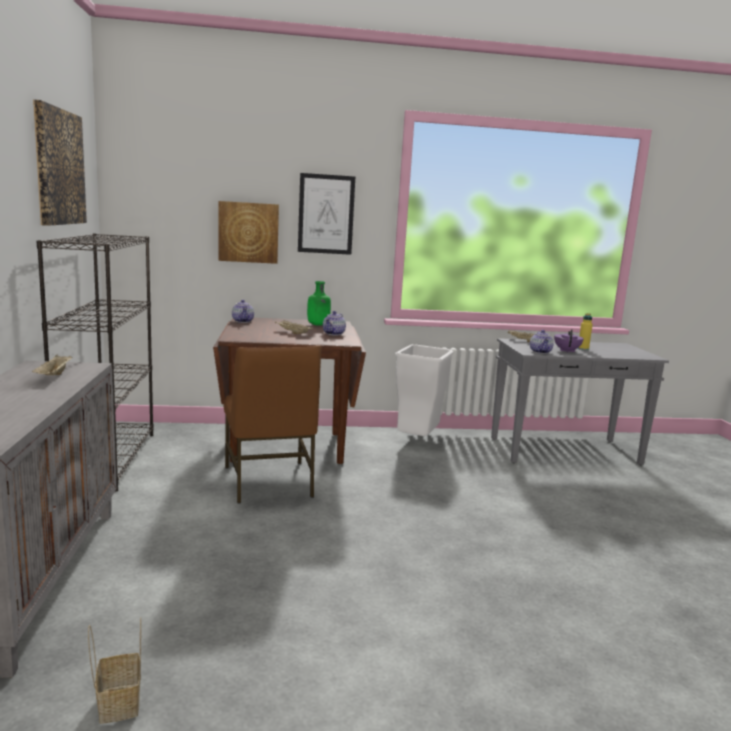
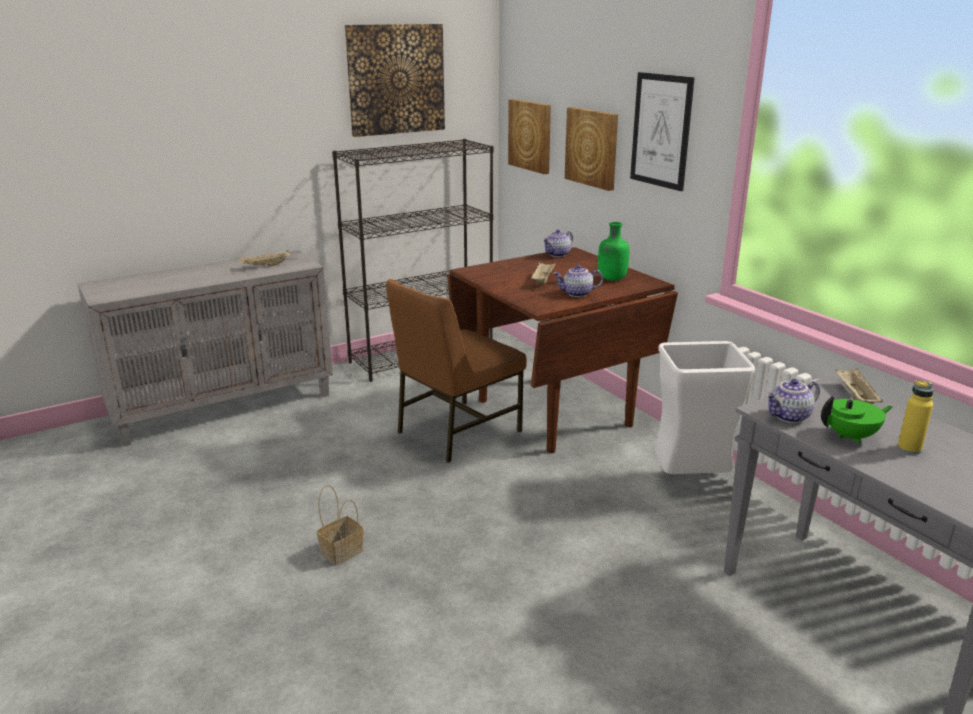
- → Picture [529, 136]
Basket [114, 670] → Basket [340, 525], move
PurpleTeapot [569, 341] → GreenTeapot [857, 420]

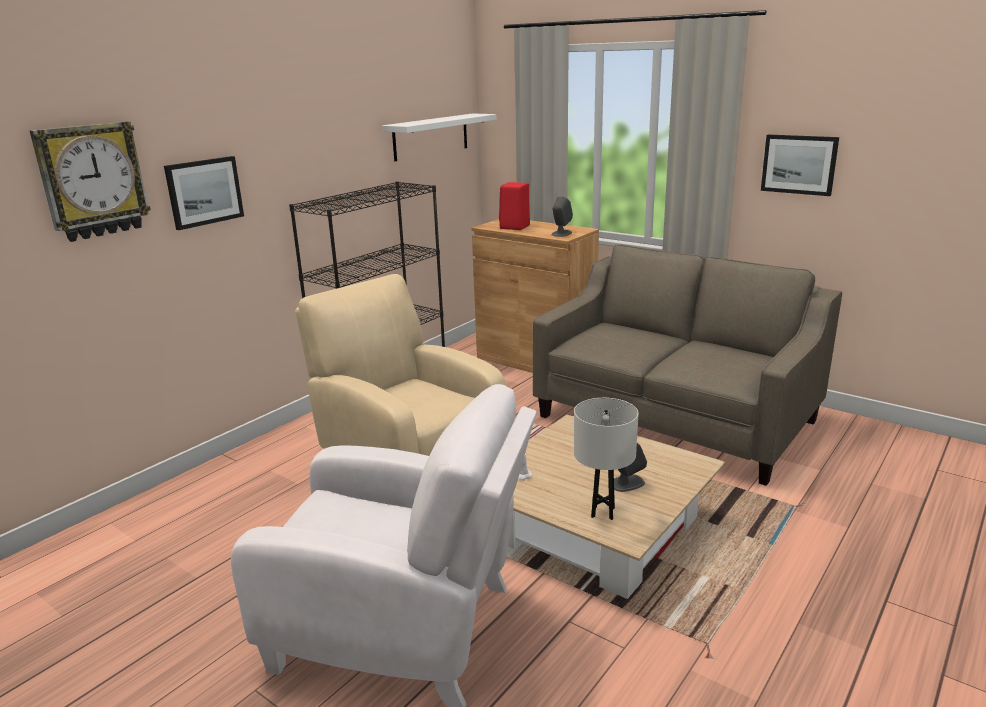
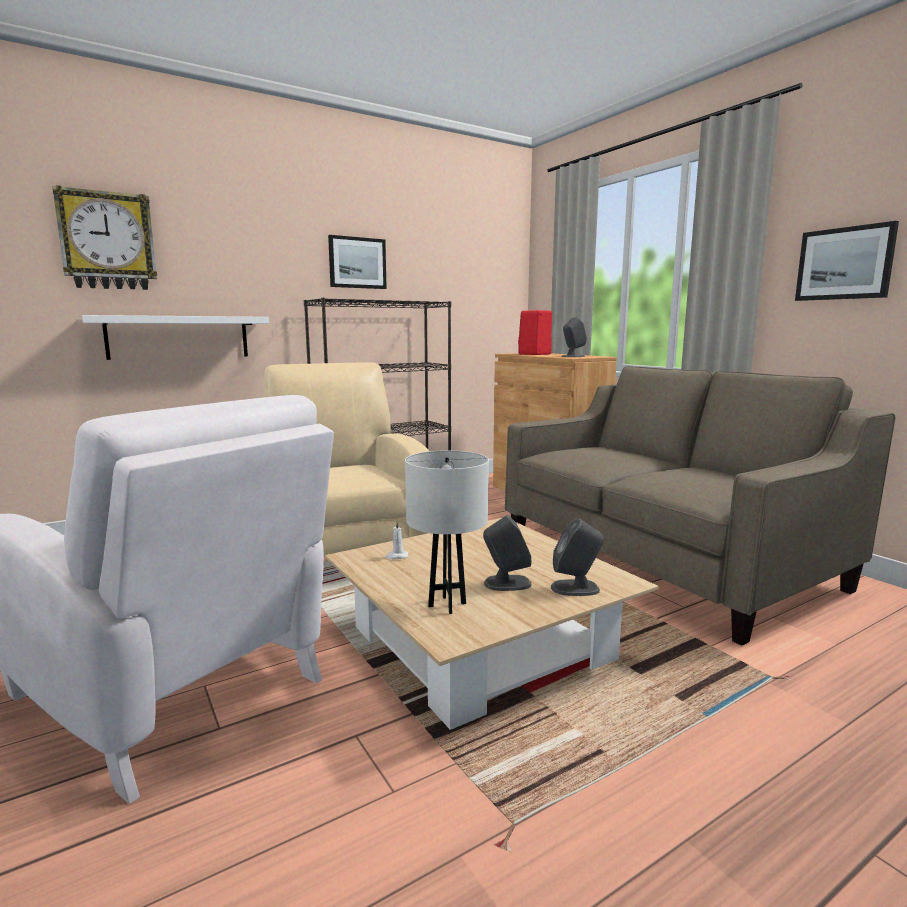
- → GreySpeaker [577, 557]
Picture [204, 193] → Picture [357, 262], move
WhiteShelf [439, 137] → WhiteShelf [175, 337], move

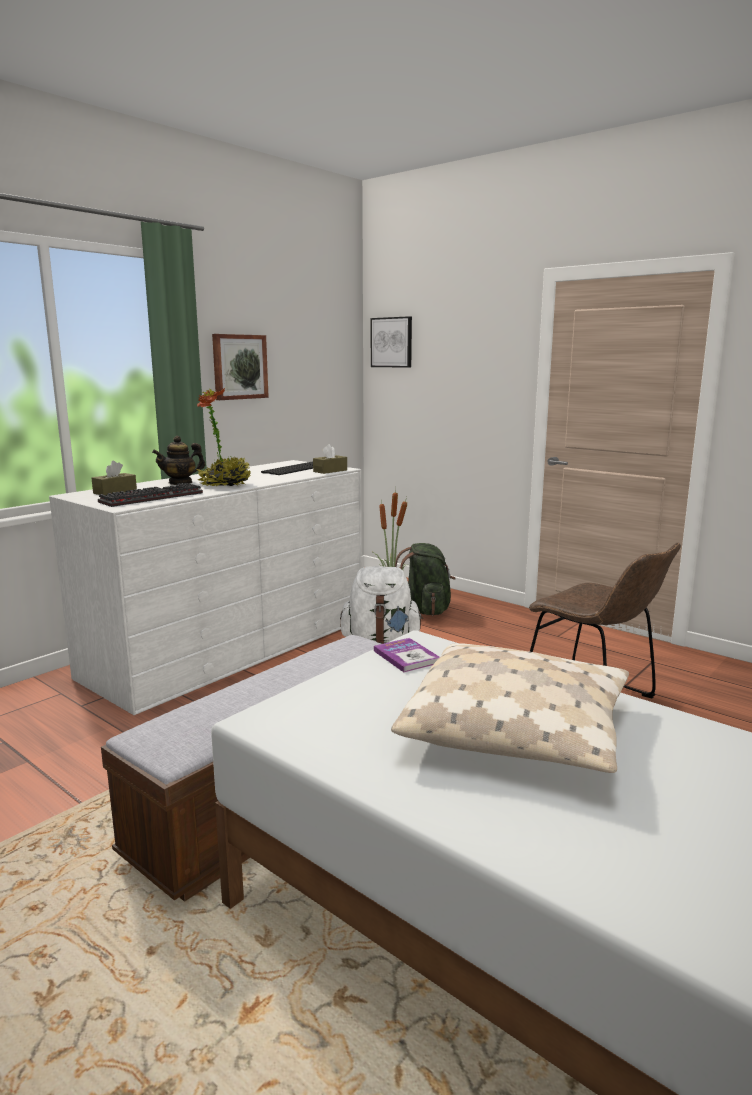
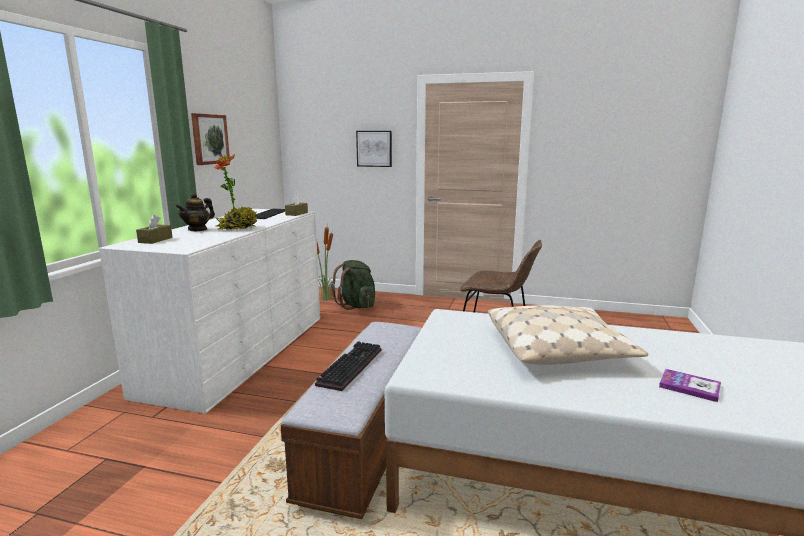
WhiteBackpack [381, 605] → -
Keyboard [150, 495] → Keyboard [348, 366], move
Picture [391, 342] → Picture [374, 149], move
Book [407, 655] → Book [690, 385], move

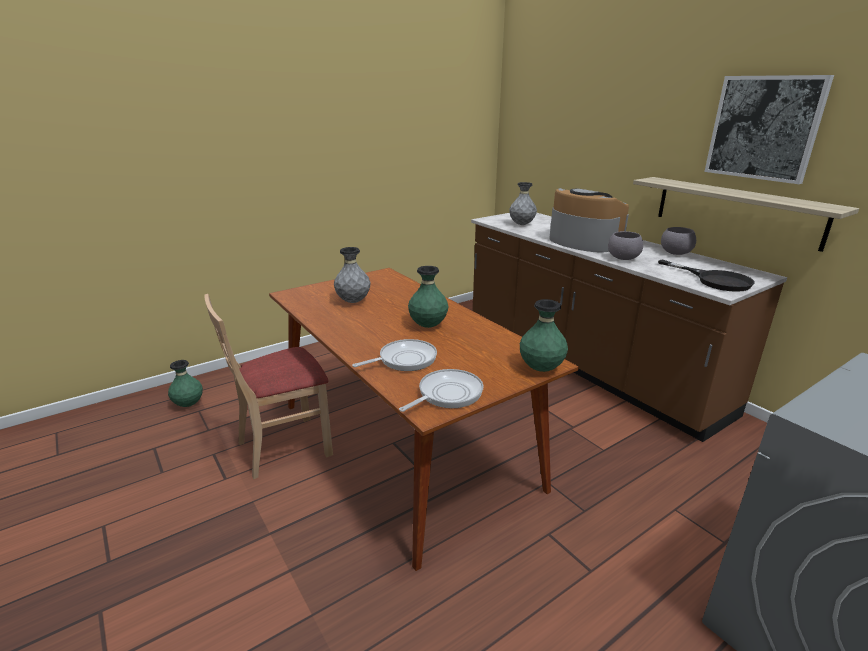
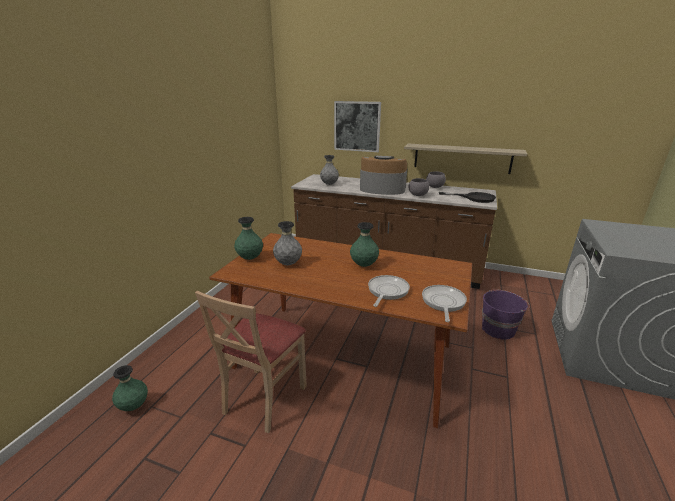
- → PurpleBucket [506, 314]
GreenVase [544, 335] → GreenVase [248, 238], move
Picture [769, 129] → Picture [357, 126], move

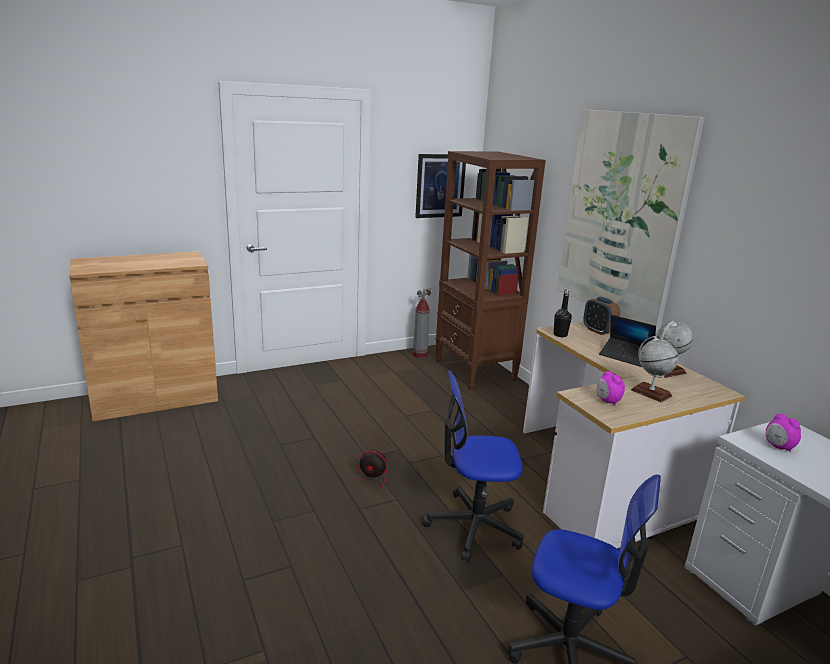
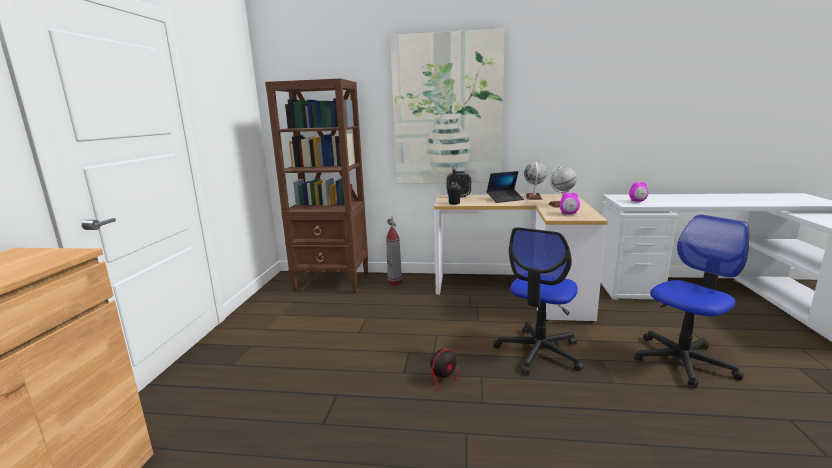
Picture [440, 186] → -
FireExtinguisher [422, 323] → FireExtinguisher [394, 251], move

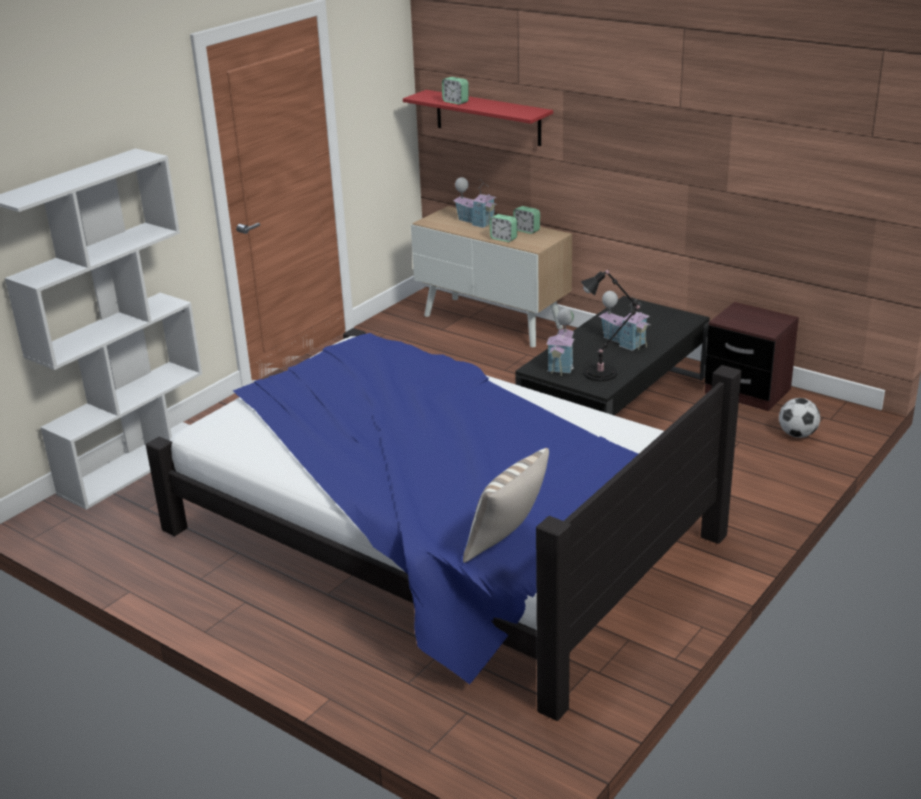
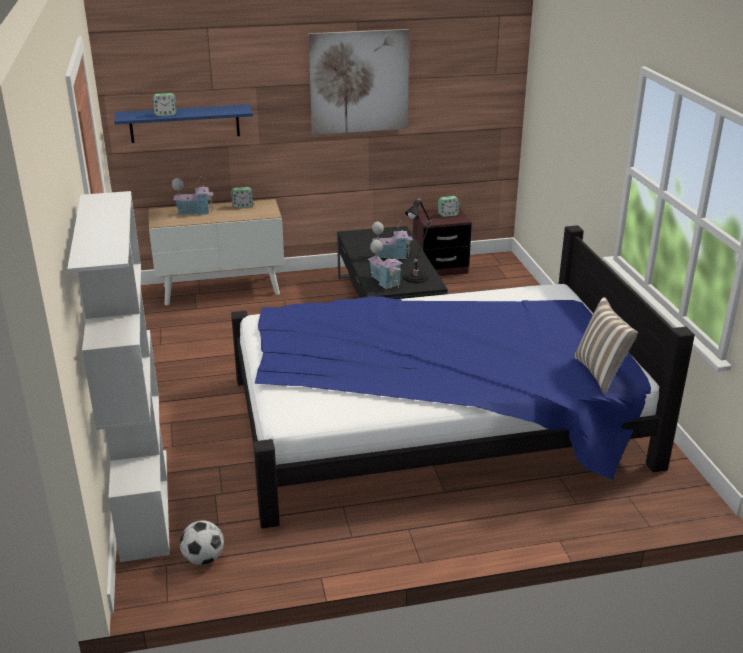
- → Picture [359, 82]
AlarmClock [503, 228] → AlarmClock [448, 206], move
Football [799, 418] → Football [202, 542], move
RedShelf [478, 118] → BlueShelf [183, 123]

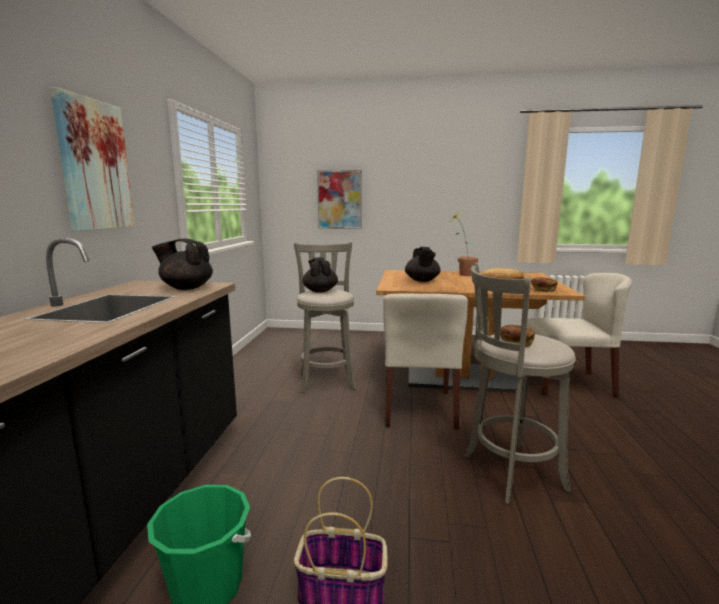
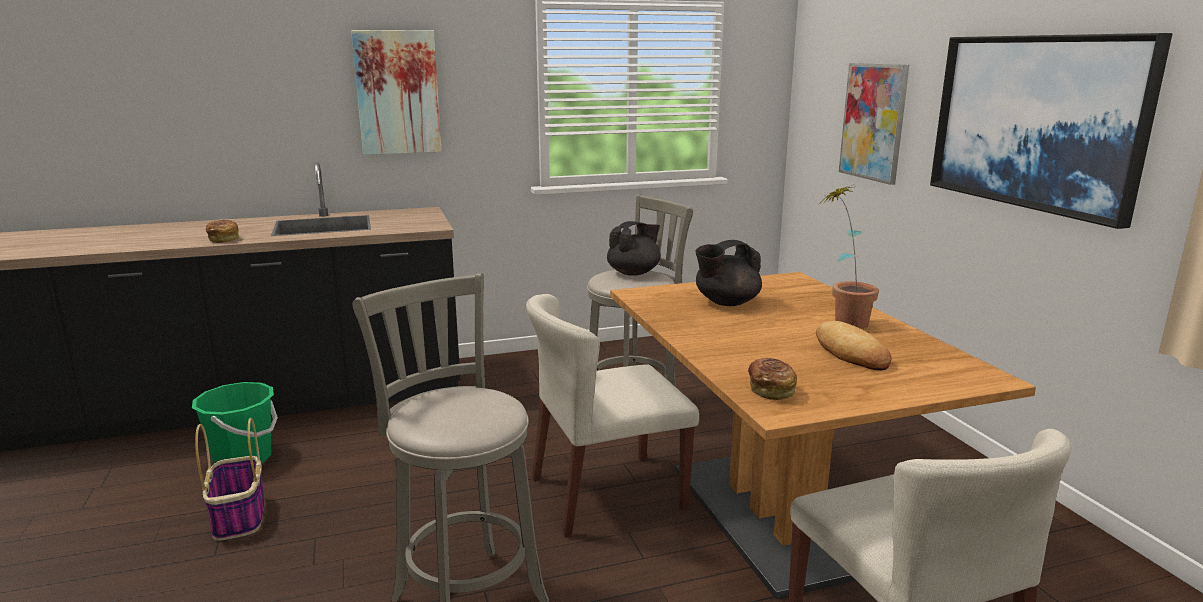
BlackTeapot [182, 264] → -
- → Picture [1051, 131]
Bread [517, 336] → Bread [223, 231], move

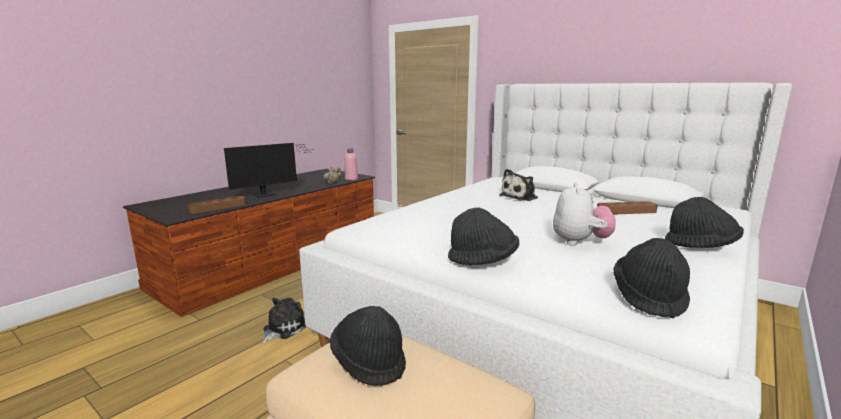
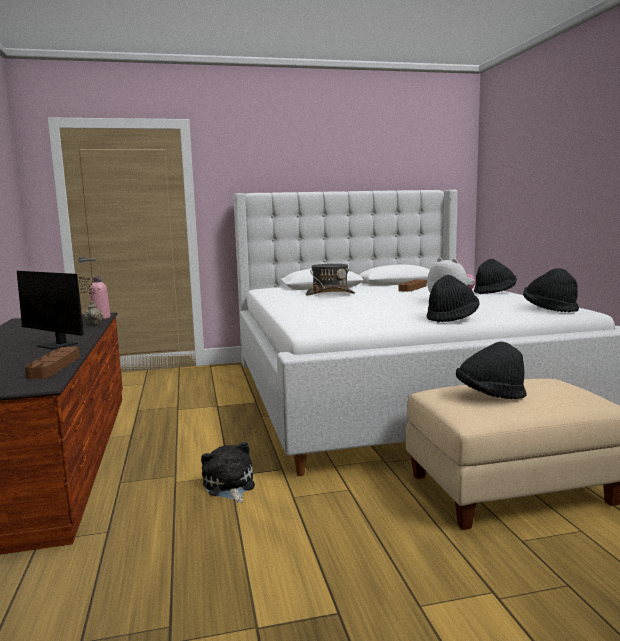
PlushToy [518, 185] → GreyHat [330, 280]
Monitor [267, 170] → Monitor [58, 310], 120 degrees clockwise

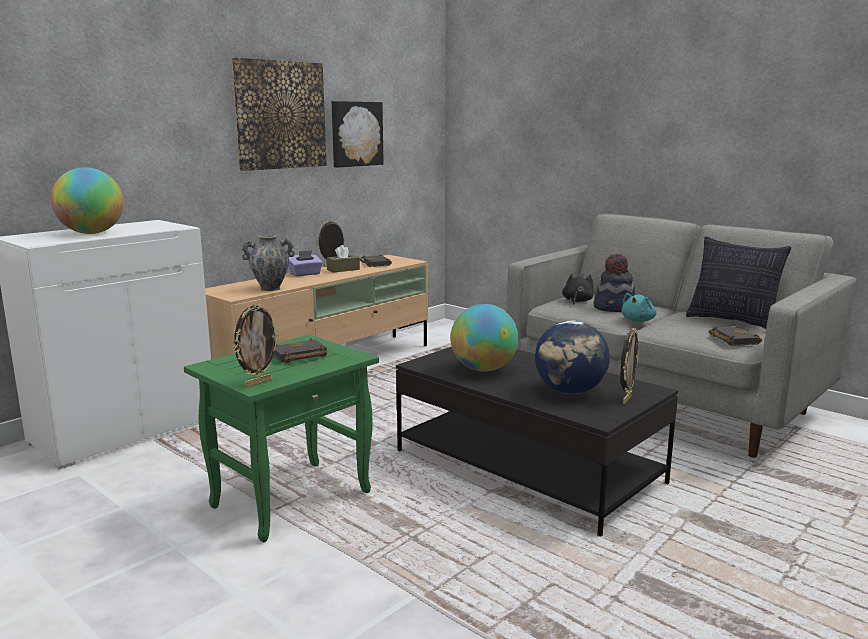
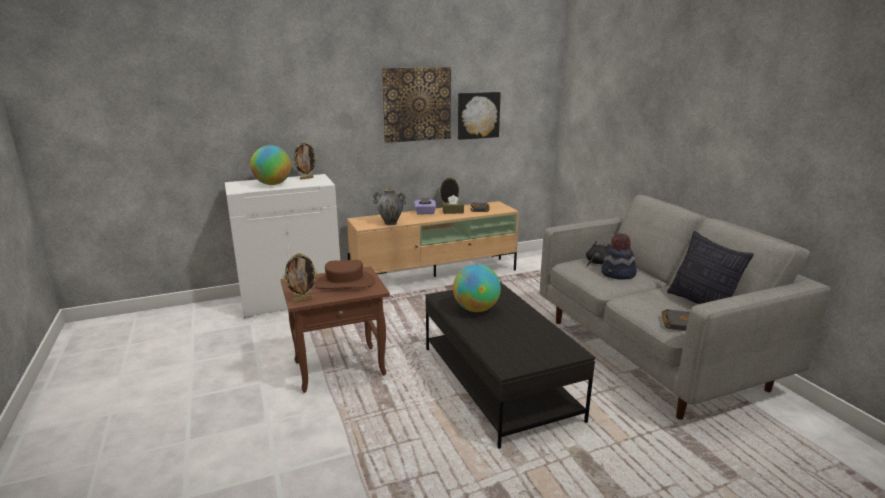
Globe [572, 357] → -
TurquoisePlushToy [639, 307] → -
PictureFrame [629, 366] → PictureFrame [305, 161], move
BlackBook [300, 350] → BrownHat [345, 274]
GreenSideTable [281, 438] → BrownSideTable [335, 329]

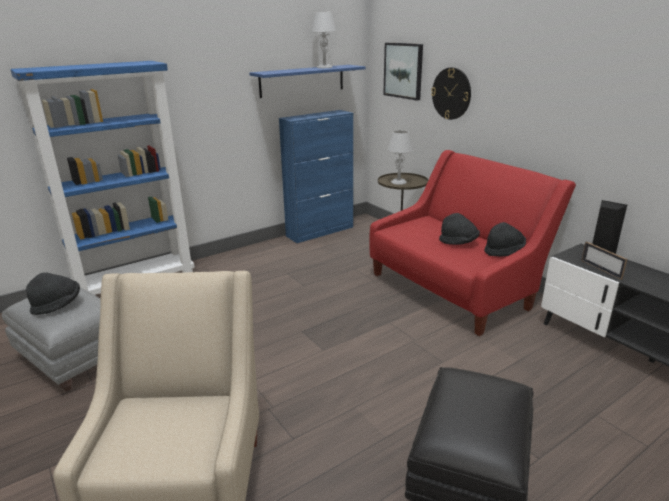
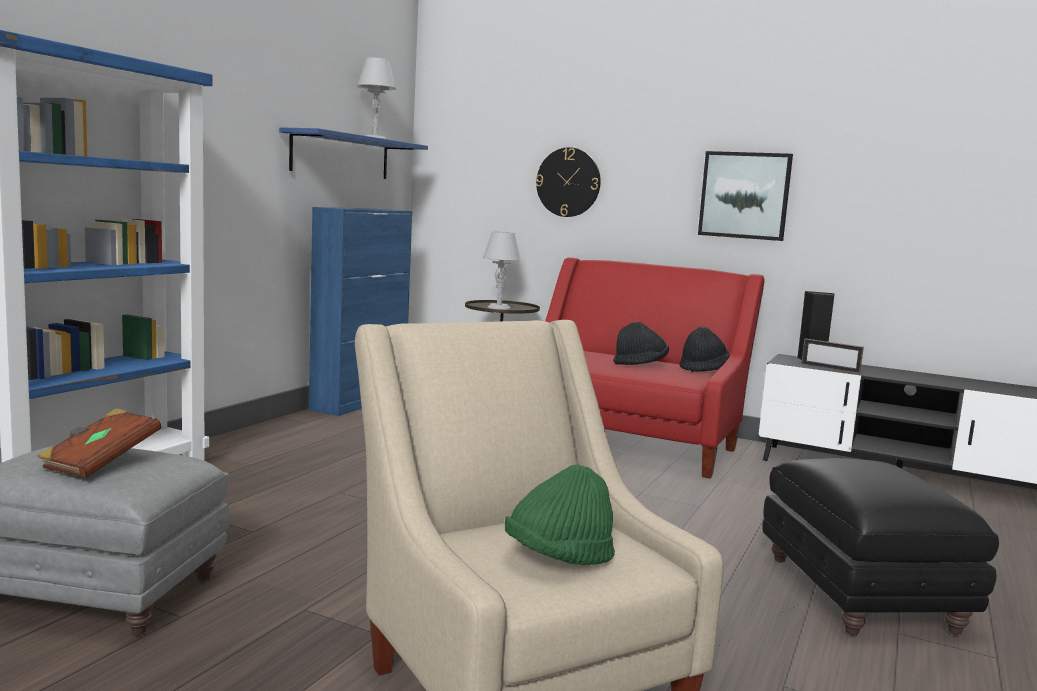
- → GreenHat [560, 515]
Picture [403, 72] → Picture [745, 196], move
BlackHat [53, 293] → BrownBook [99, 443]

